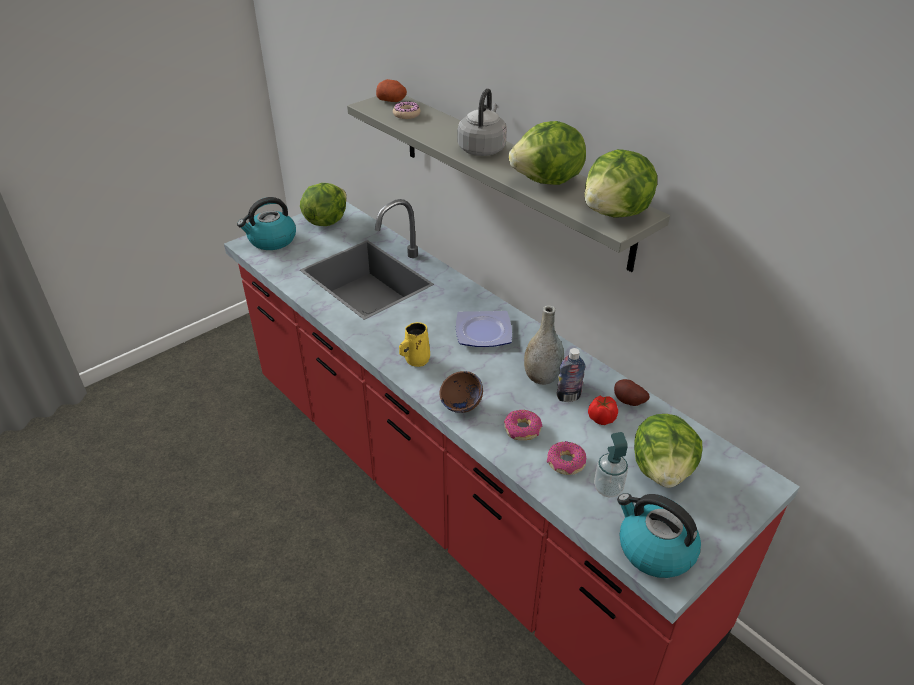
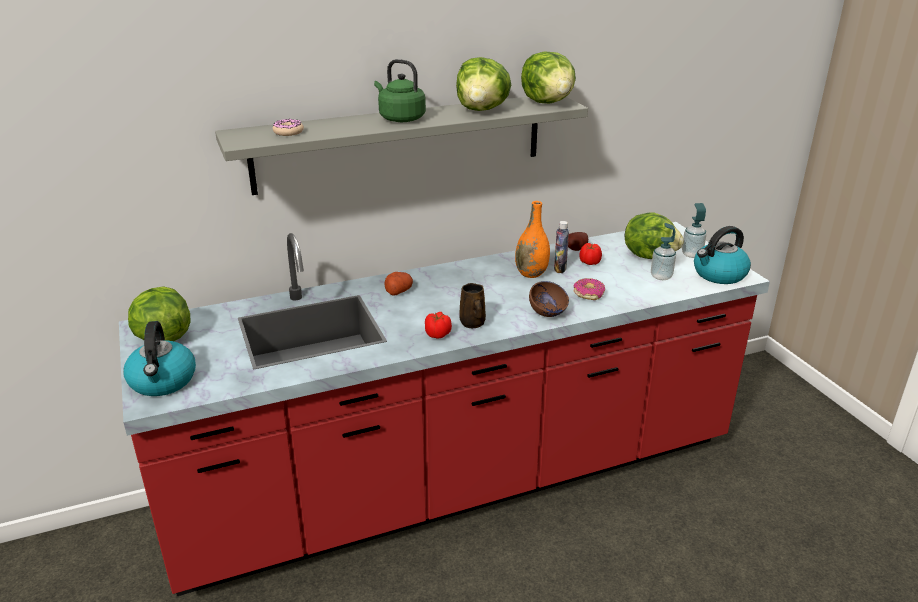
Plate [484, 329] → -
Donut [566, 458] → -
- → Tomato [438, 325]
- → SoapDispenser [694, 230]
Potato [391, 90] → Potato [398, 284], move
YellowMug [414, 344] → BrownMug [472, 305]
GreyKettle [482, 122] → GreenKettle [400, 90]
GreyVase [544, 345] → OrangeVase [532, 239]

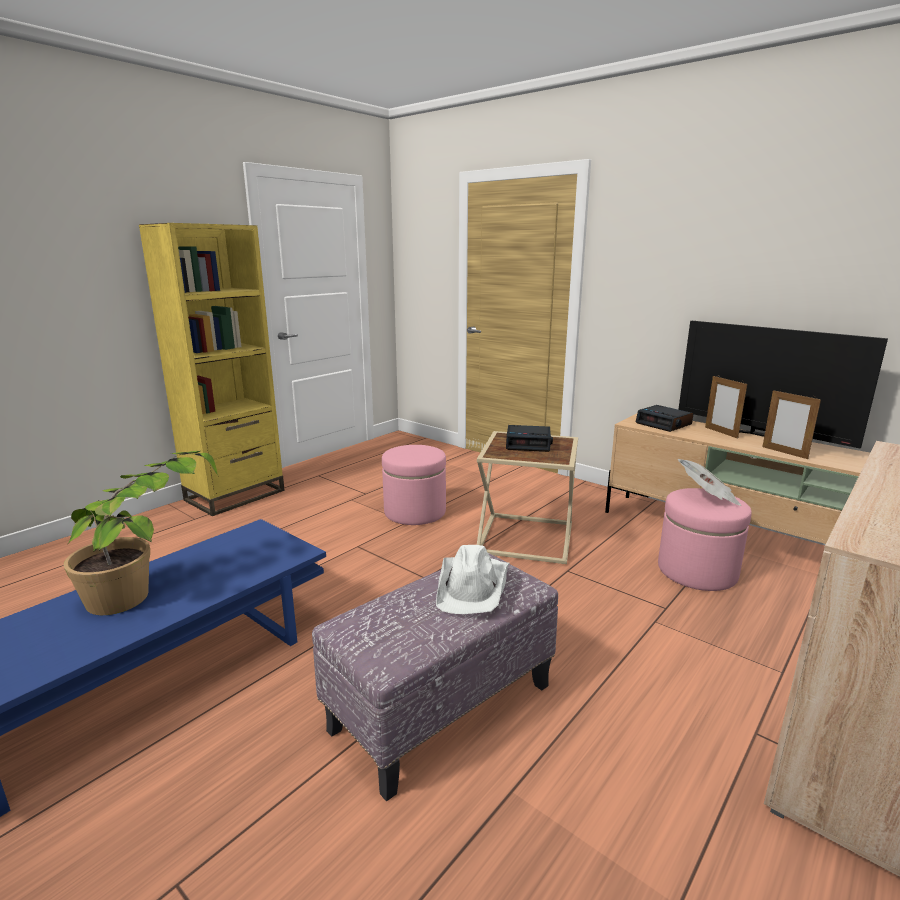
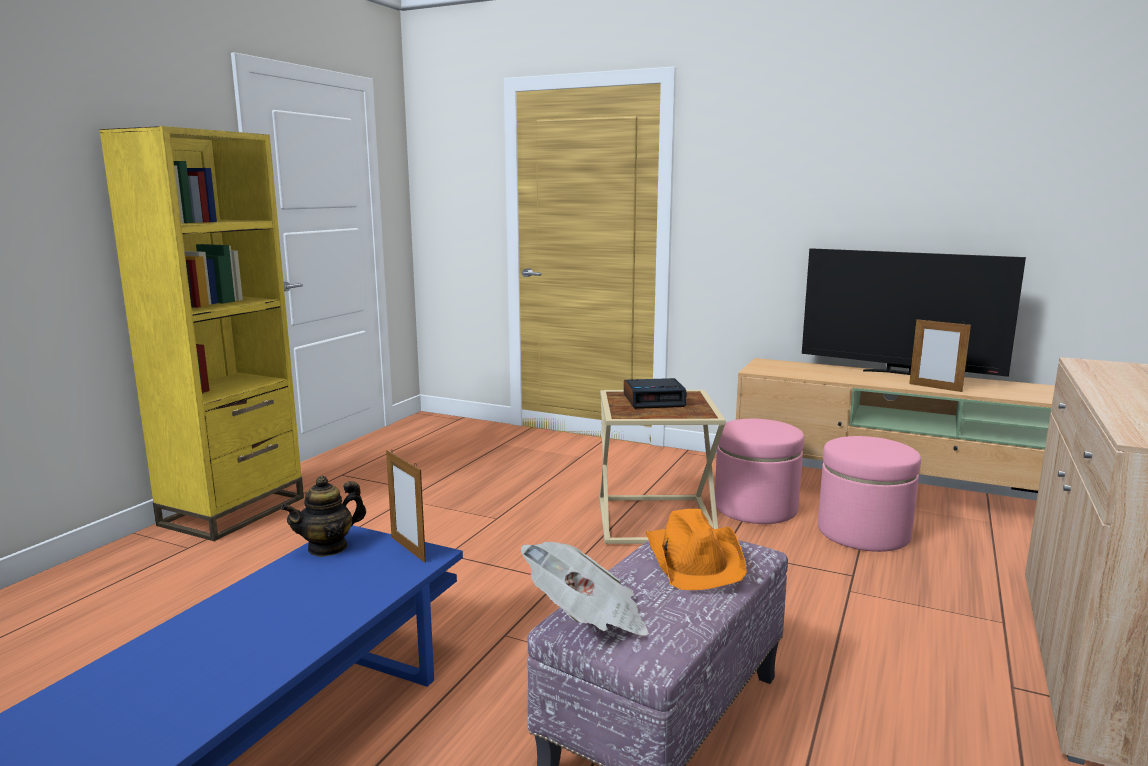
PottedPlant [141, 533] → -
AlarmClock [664, 418] → -
- → Teapot [323, 516]
PinkOttoman [414, 485] → PinkOttoman [759, 471], move
Newspaper [710, 482] → Newspaper [585, 589], move
PictureFrame [726, 407] → PictureFrame [406, 506], move
WhiteHat [472, 579] → OrangeHat [696, 549]

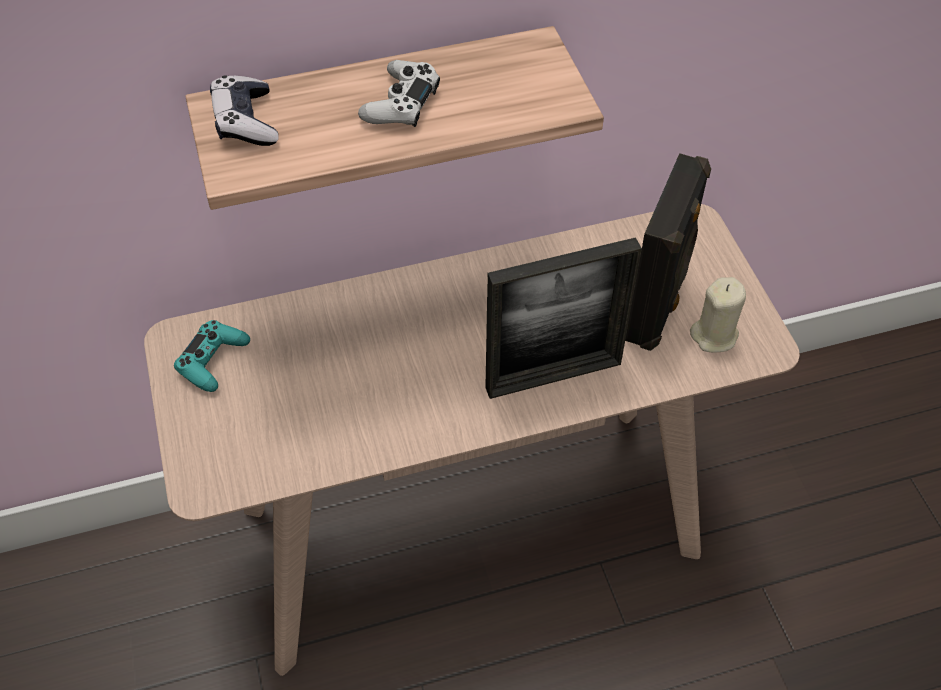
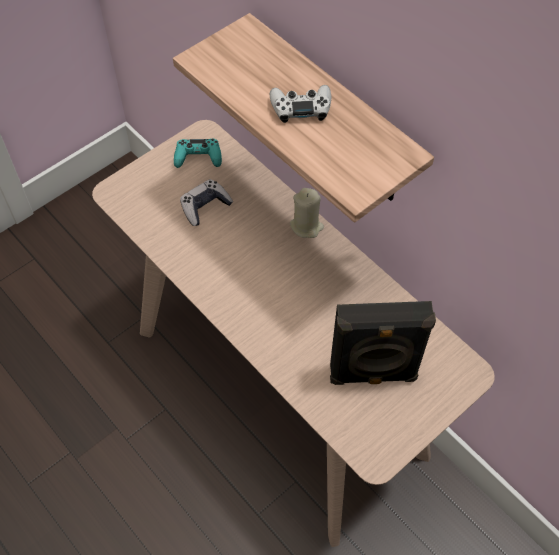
PictureFrame [563, 318] → -
GameController [244, 110] → GameController [206, 202], move
BeigeCandle [718, 314] → BeigeCandle [307, 213], move

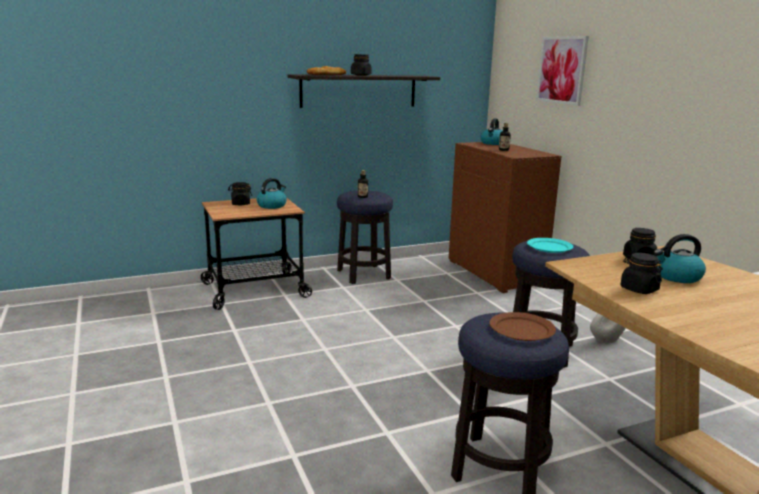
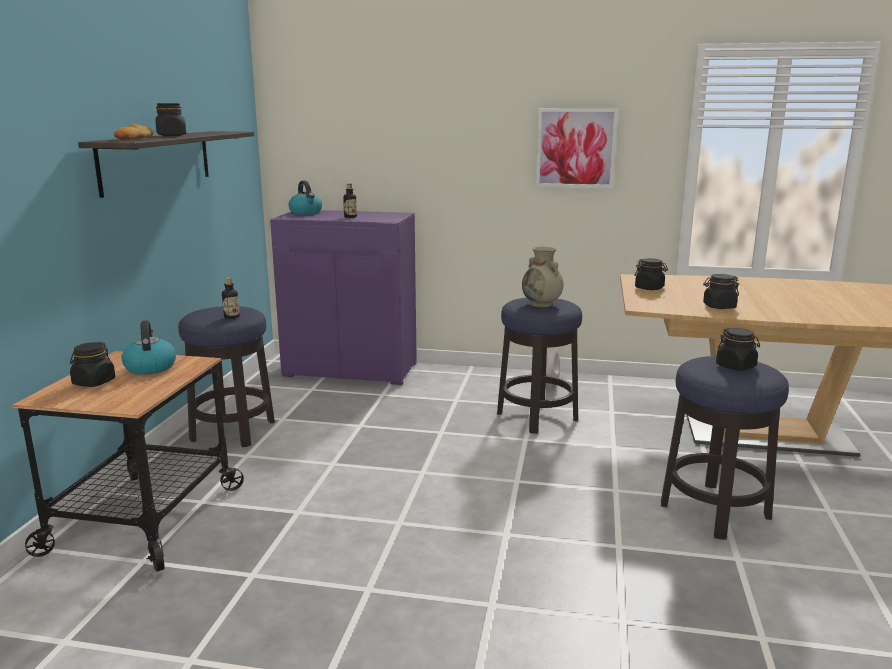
Kettle [680, 258] → -
Picture [562, 71] → Picture [577, 148], move
BrownPlate [523, 326] → BlackJar [738, 349]
TurquoisePlate [550, 245] → BeigeVase [542, 277]
BrownCabinet [505, 217] → PurpleCabinet [343, 297]

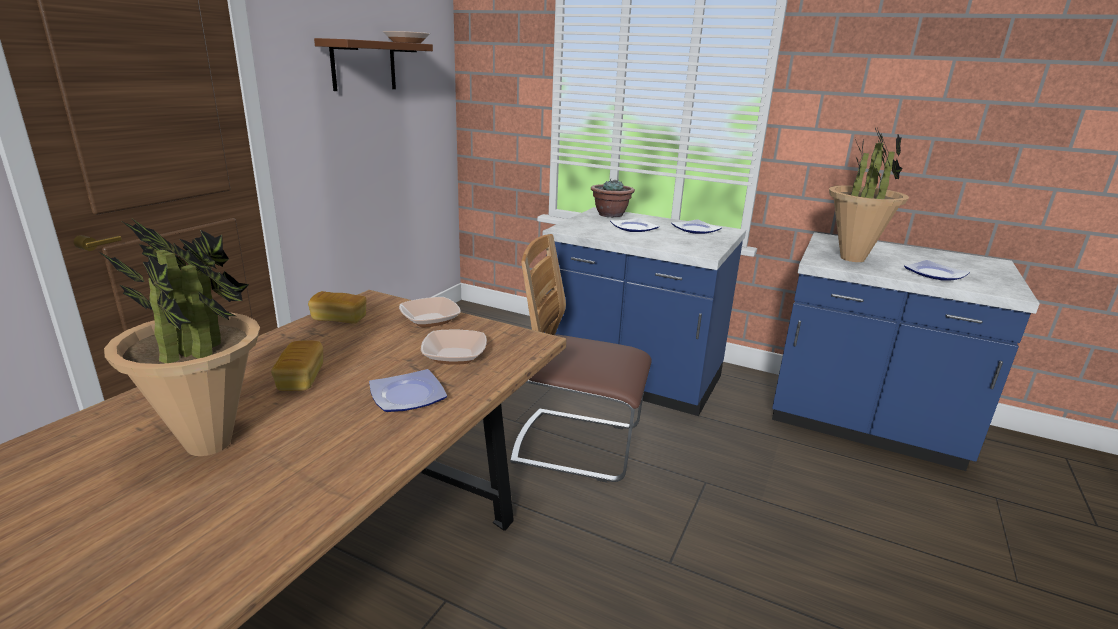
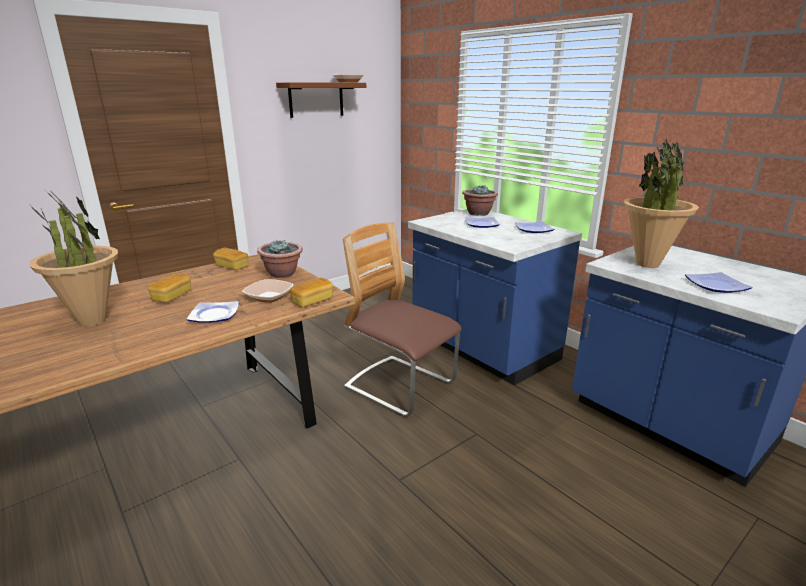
- → Bread [311, 292]
Bowl [430, 312] → PottedPlant [280, 258]

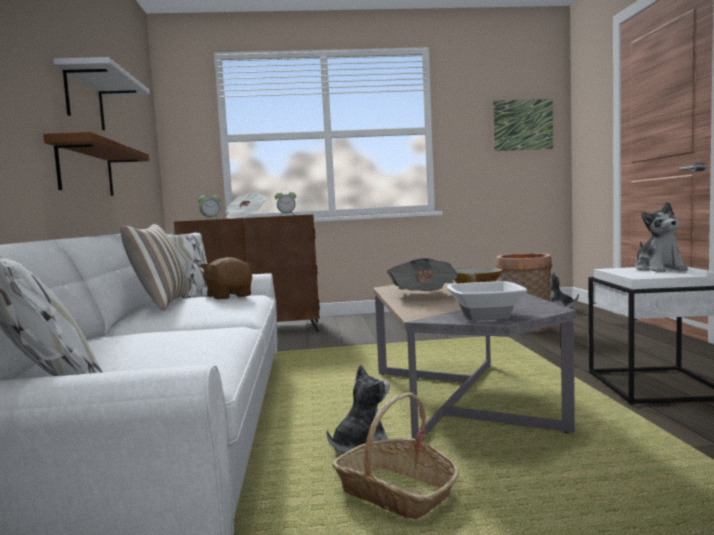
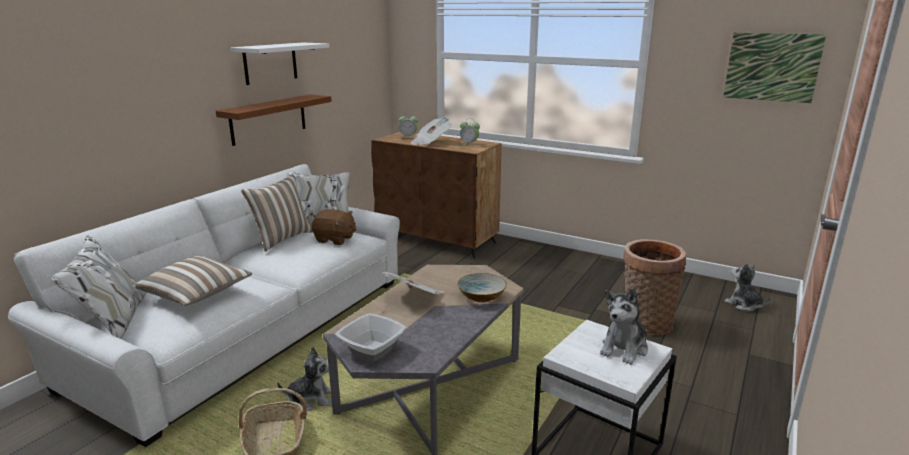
- → Pillow [193, 281]
BrownPlushToy [226, 278] → BrownPlushToy [334, 227], 105 degrees clockwise

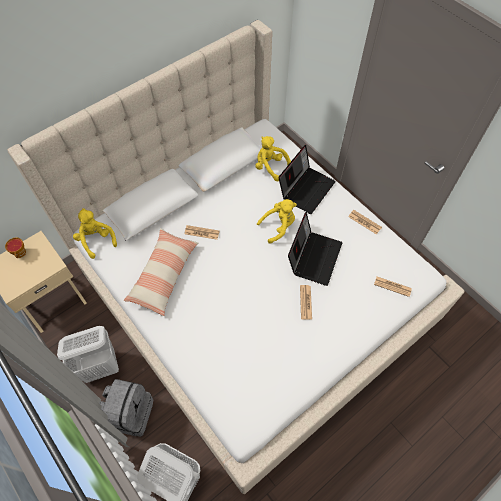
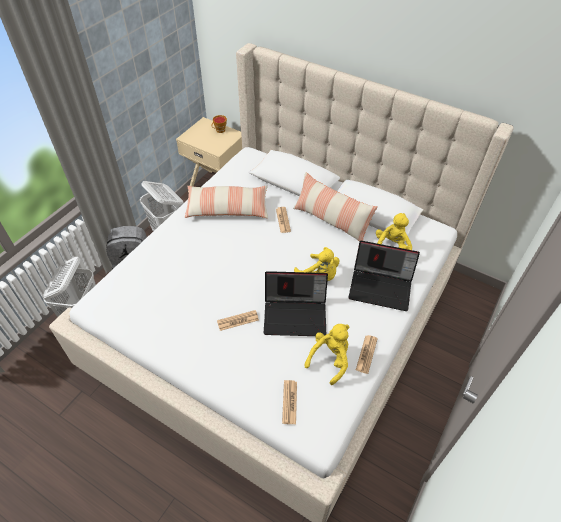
- → Pillow [335, 207]
YellowPlushToy [95, 233] → YellowPlushToy [327, 354], move

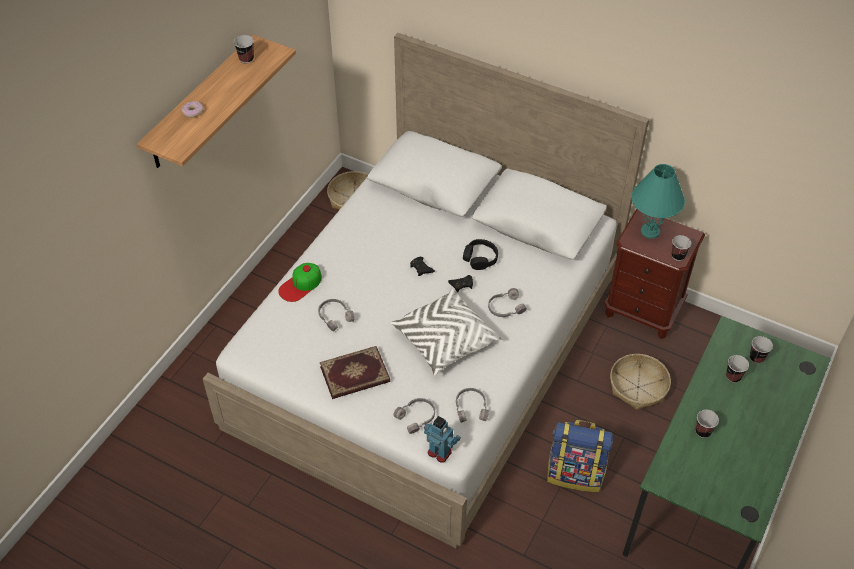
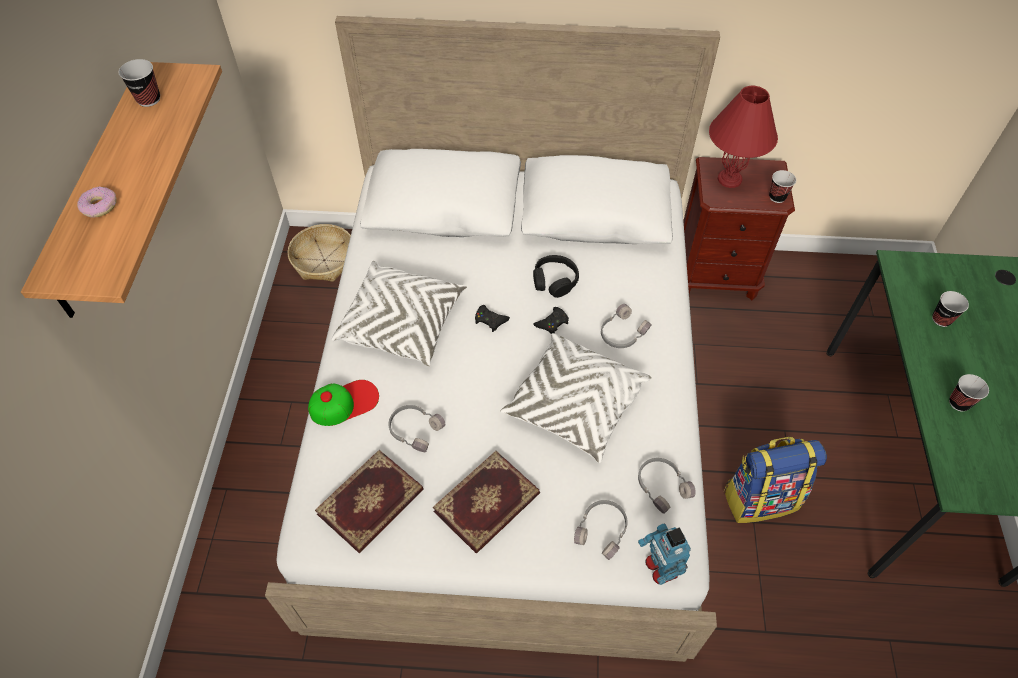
Basket [640, 382] → -
Cup [761, 350] → -
- → Book [369, 502]
- → WhitePillow [399, 313]
TurquoiseTableLamp [658, 201] → RedTableLamp [743, 137]
Cap [300, 282] → Cap [343, 403], 135 degrees counterclockwise
ToyRobot [442, 439] → ToyRobot [664, 554], 120 degrees counterclockwise

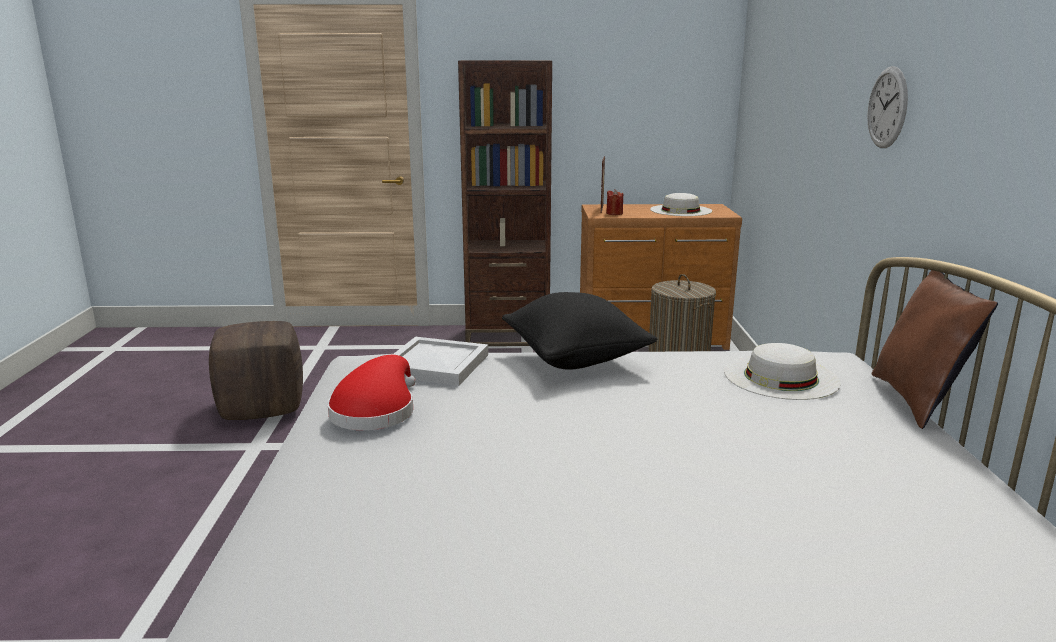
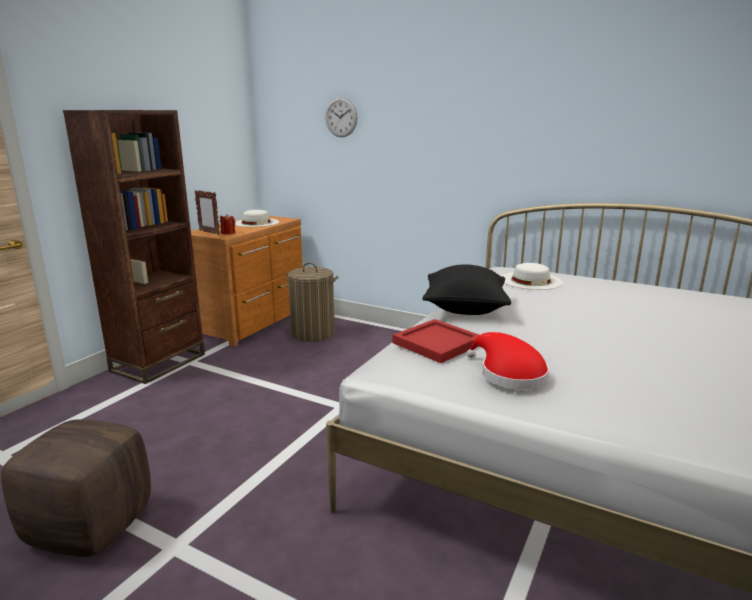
BrownPillow [935, 349] → -
WallClock [888, 107] → WallClock [341, 117], move
WhiteTray [440, 361] → RedTray [436, 341]

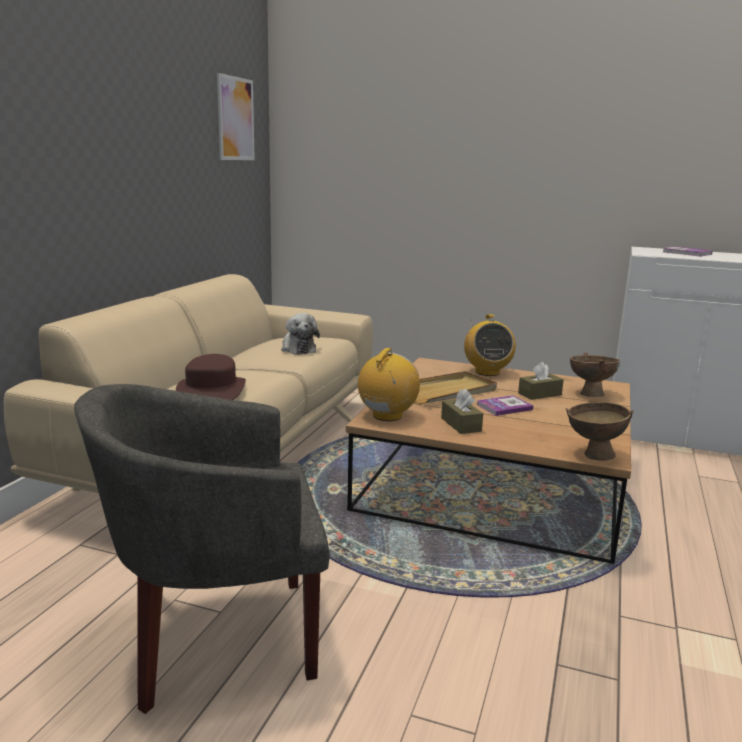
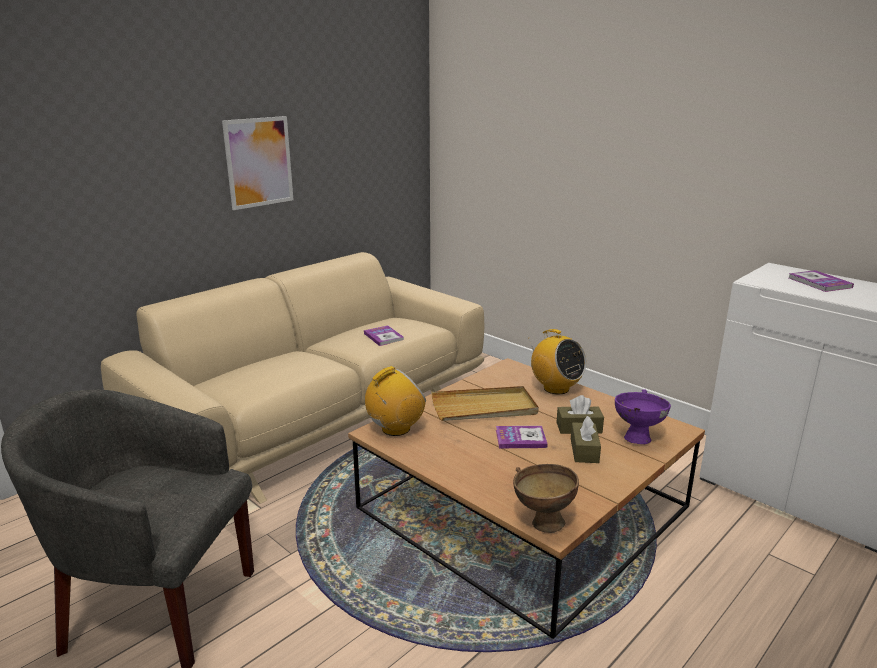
BrownHat [211, 377] → -
Picture [236, 116] → Picture [257, 163], move
BrownTissueBox [462, 411] → BrownTissueBox [586, 439], move
PlushToy [300, 334] → Book [384, 336]
BrownBowl [595, 374] → PurpleBowl [643, 416]
Radio [490, 345] → Radio [557, 361], 60 degrees counterclockwise

